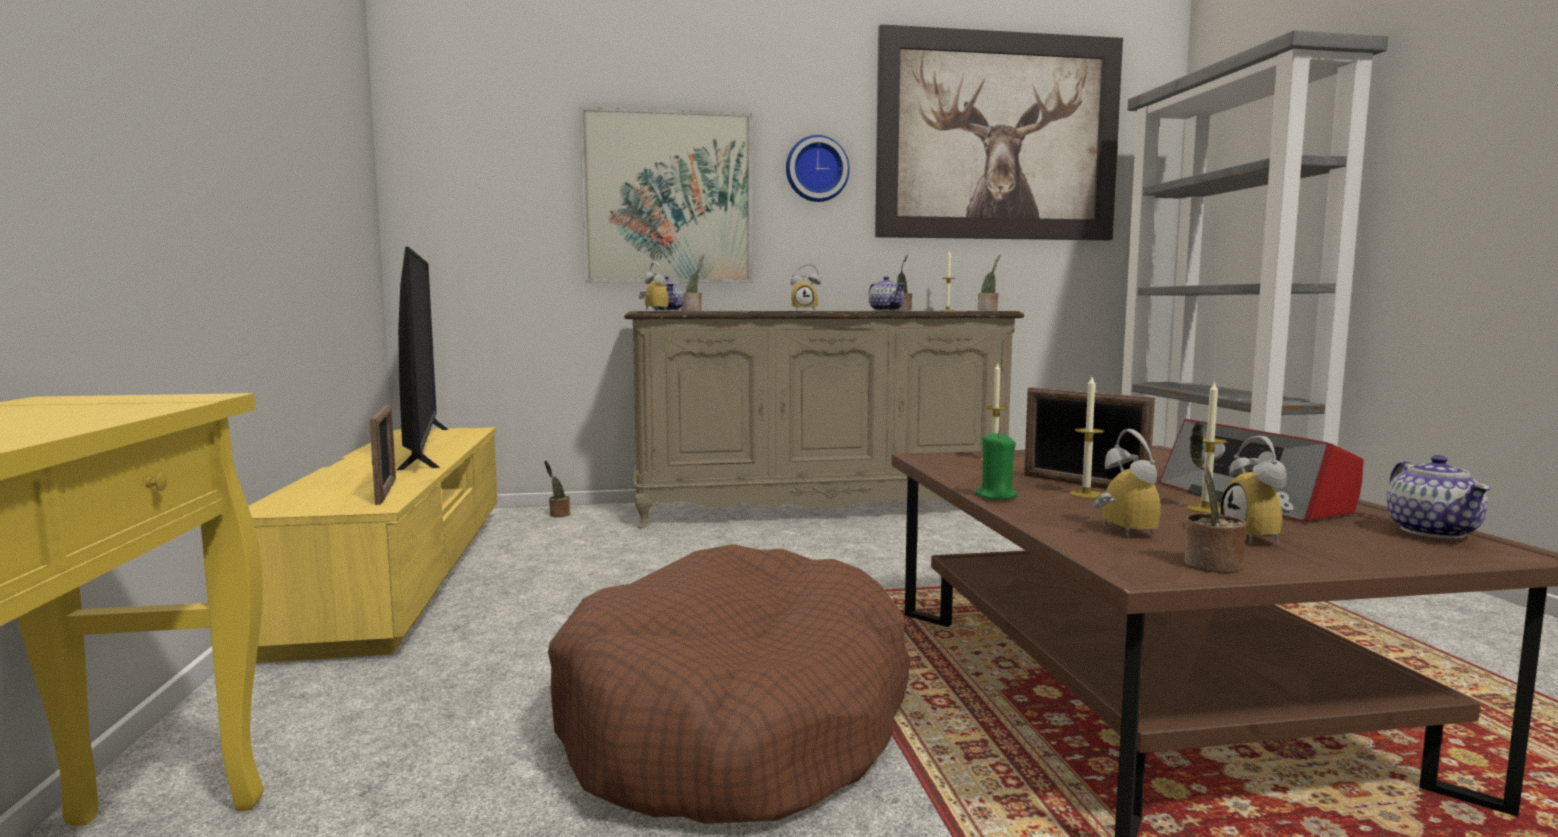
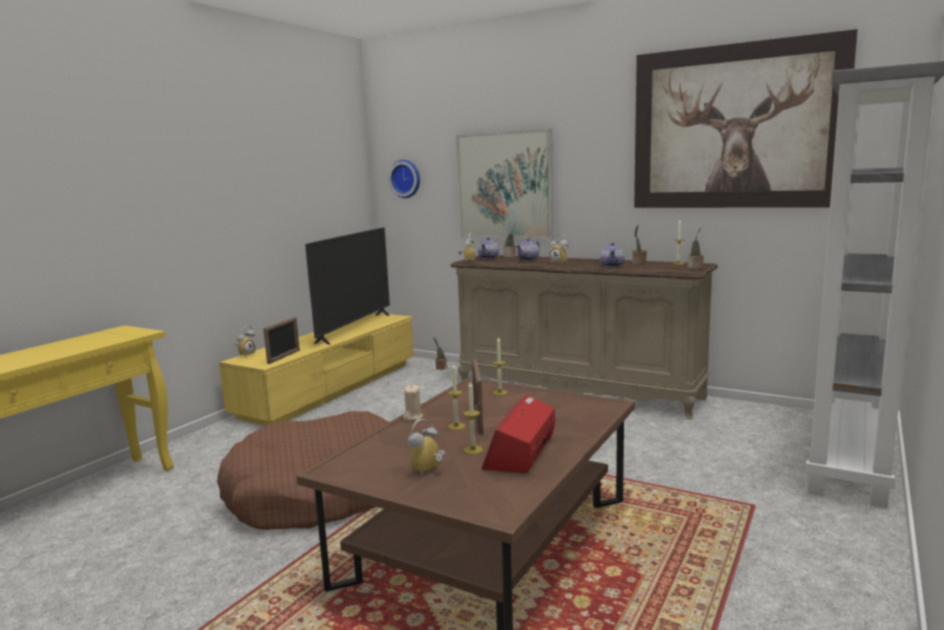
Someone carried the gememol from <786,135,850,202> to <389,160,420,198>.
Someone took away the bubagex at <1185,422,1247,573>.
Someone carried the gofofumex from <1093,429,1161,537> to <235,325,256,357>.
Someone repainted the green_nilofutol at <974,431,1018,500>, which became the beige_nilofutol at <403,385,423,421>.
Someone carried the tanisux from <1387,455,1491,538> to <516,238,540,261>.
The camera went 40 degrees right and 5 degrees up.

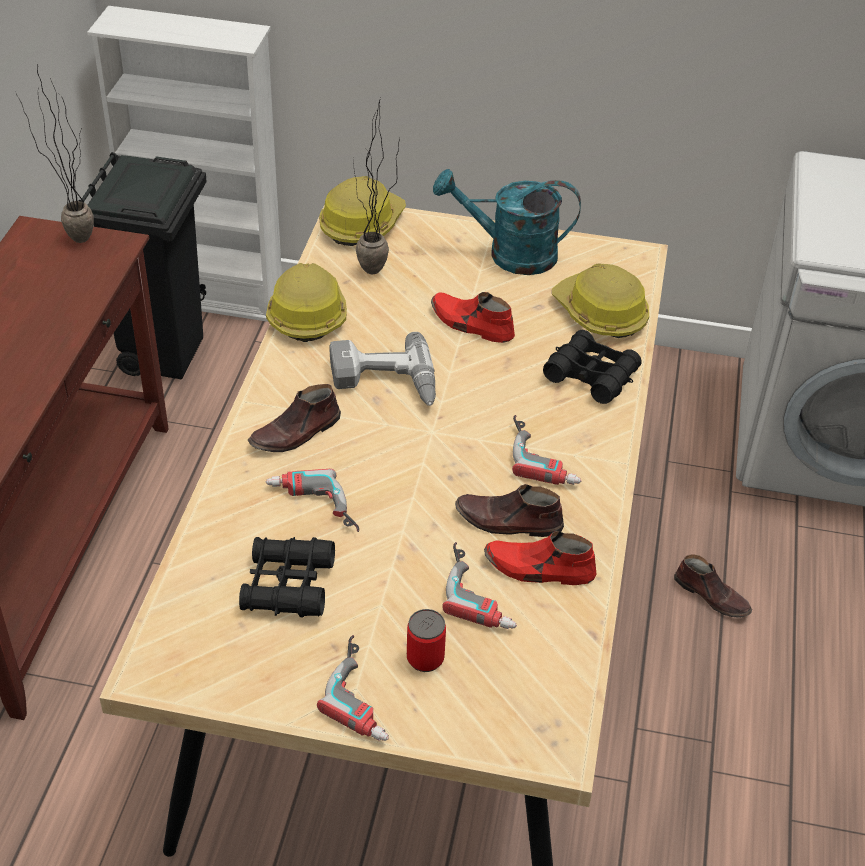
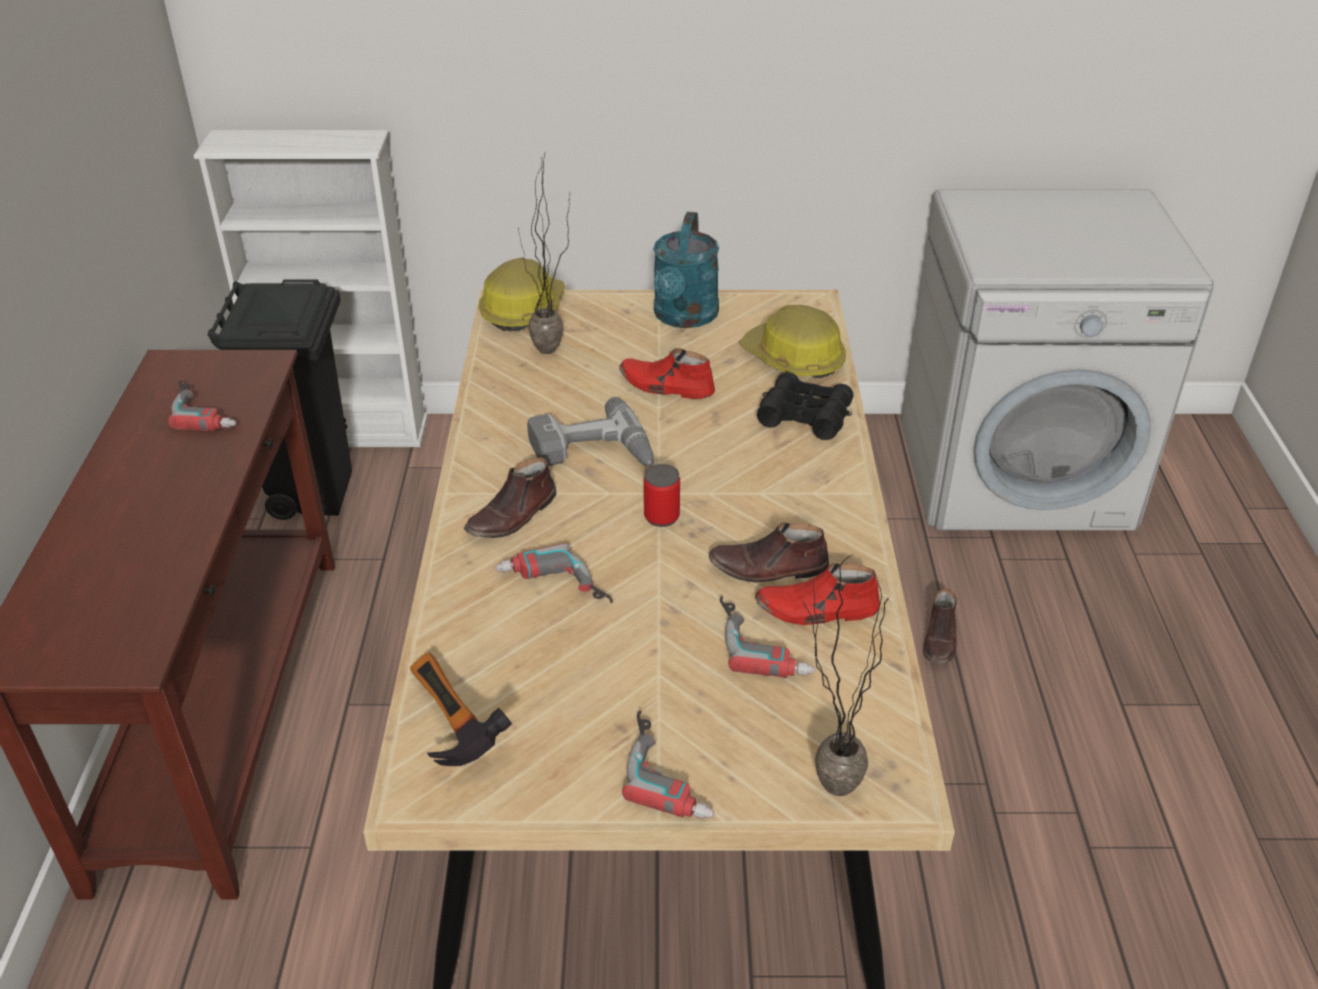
Someone carried the bubagex from <16,64,94,243> to <803,555,888,796>.
Someone rotated the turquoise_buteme at <433,169,581,275> by 75 degrees counterclockwise.
Someone took away the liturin at <266,263,347,342>.
Someone carried the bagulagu from <512,415,582,485> to <168,379,237,431>.
Someone took away the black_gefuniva at <239,537,335,617>.
Someone rotated the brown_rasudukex at <674,554,752,618> by 75 degrees clockwise.
Someone carried the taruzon from <407,609,446,672> to <644,464,680,527>.
Someone put down the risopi at <410,653,512,766>.
The camera went 10 degrees left and 5 degrees down.

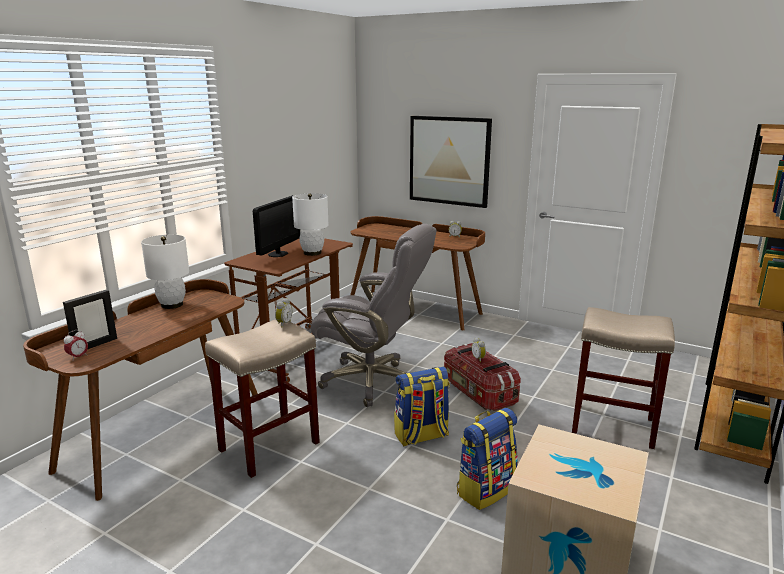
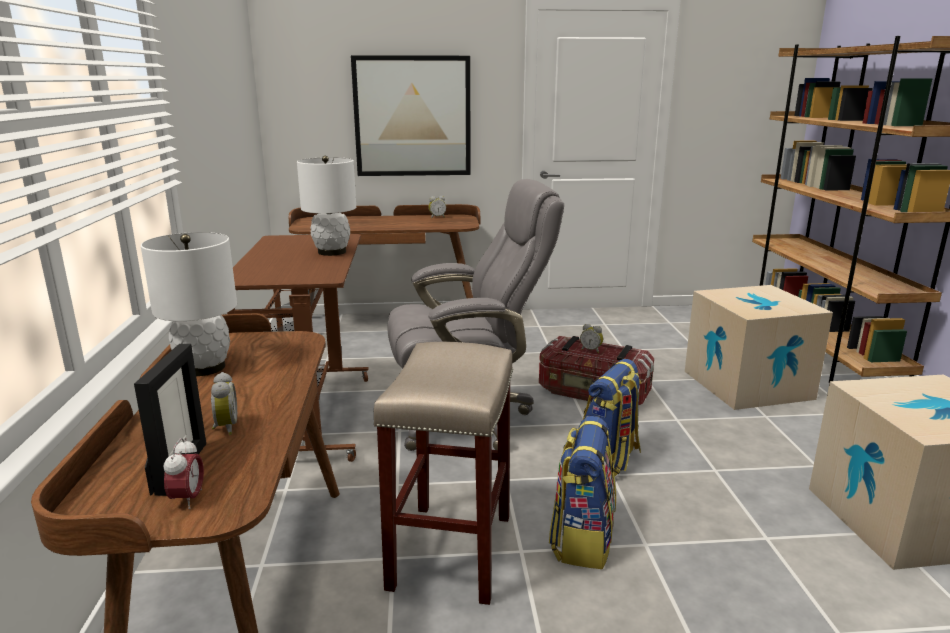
Someone took away the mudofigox at <253,195,300,257>.
Someone carried the gofofumex from <275,298,292,327> to <211,372,237,435>.
Someone swapped the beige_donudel at <572,307,675,449> for the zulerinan at <685,285,833,410>.
Someone carried the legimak from <457,408,518,510> to <549,416,616,569>.
The camera went 35 degrees left and 0 degrees up.

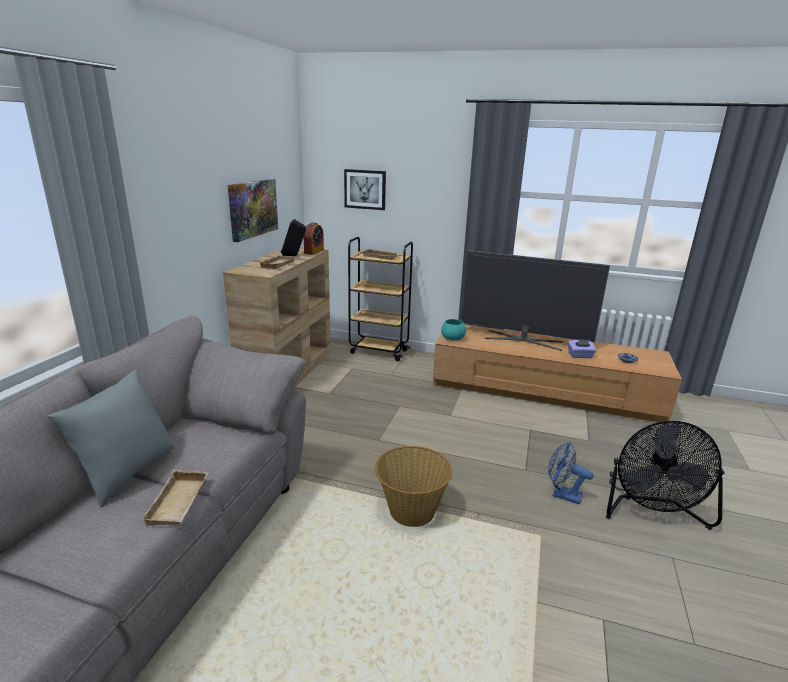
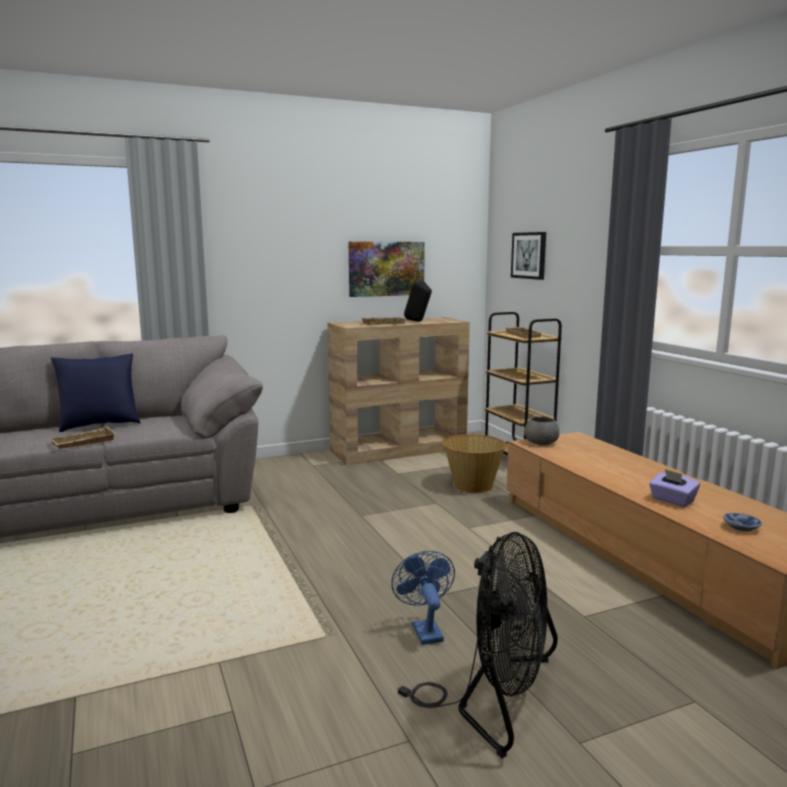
Someone took away the gofofumex at <304,222,324,255>.
Someone took away the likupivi at <461,250,610,351>.
Someone repainted the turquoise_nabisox at <441,319,466,341>, which became the grey_nabisox at <525,416,559,445>.
Someone repainted the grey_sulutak at <48,370,175,508>, which became the blue_sulutak at <51,354,141,432>.
Someone rotated the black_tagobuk at <606,420,725,530> by 120 degrees counterclockwise.
Someone carried the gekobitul from <375,446,452,527> to <442,434,506,493>.
The camera went 50 degrees right and 10 degrees down.

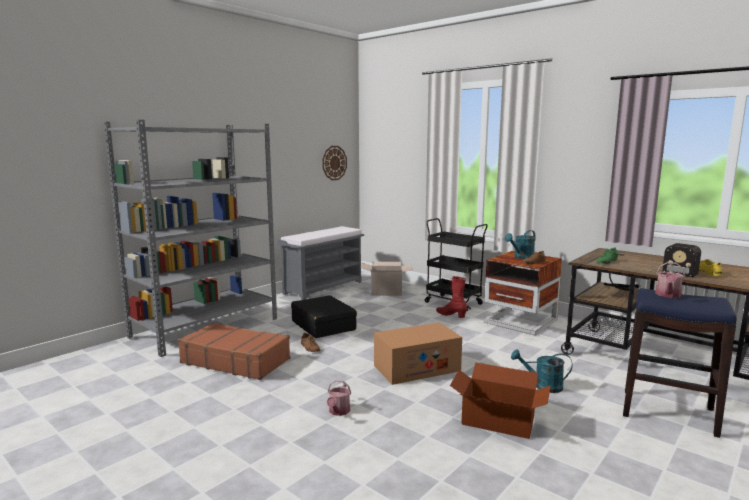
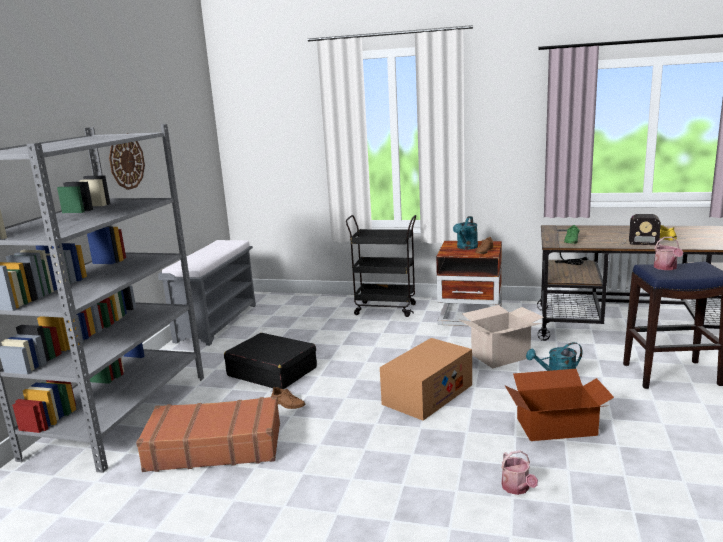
Someone carried the gememol from <322,146,347,180> to <109,133,145,190>.
Someone carried the zulerinan from <361,262,413,296> to <460,305,544,368>.
Someone took away the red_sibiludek at <436,276,467,318>.
Someone carried the buteme from <326,380,351,416> to <501,450,538,495>.
The camera went 25 degrees left and 5 degrees up.

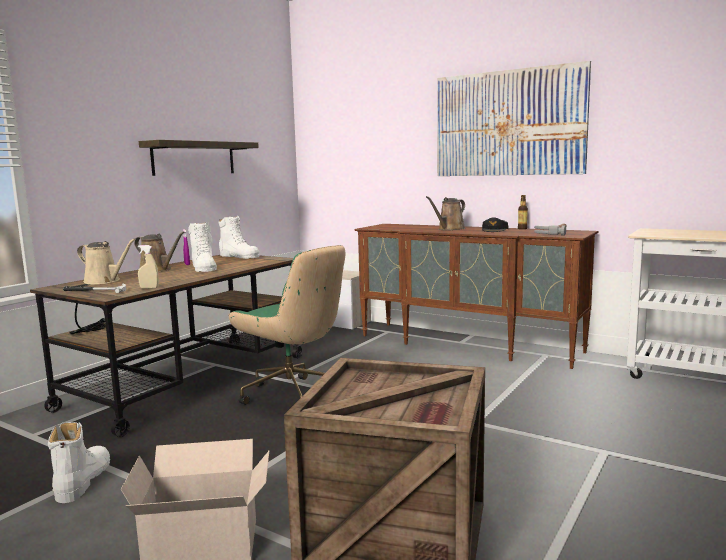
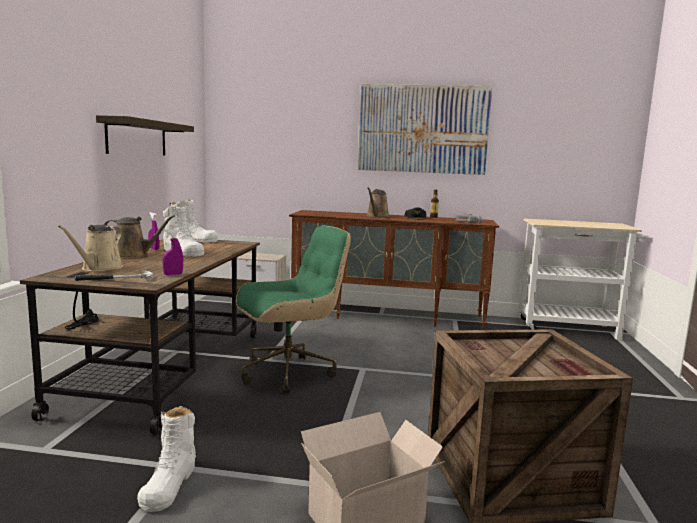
Someone rotated the beige_buteme at <77,239,136,284> by 105 degrees clockwise.
Someone repainted the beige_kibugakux at <138,245,159,289>, which became the purple_kibugakux at <162,229,183,275>.
Someone rotated the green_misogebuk at <229,245,345,405> by 45 degrees counterclockwise.
Someone rotated the white_sibiludek at <48,422,110,503> by 150 degrees counterclockwise.
The camera went 25 degrees left and 0 degrees up.

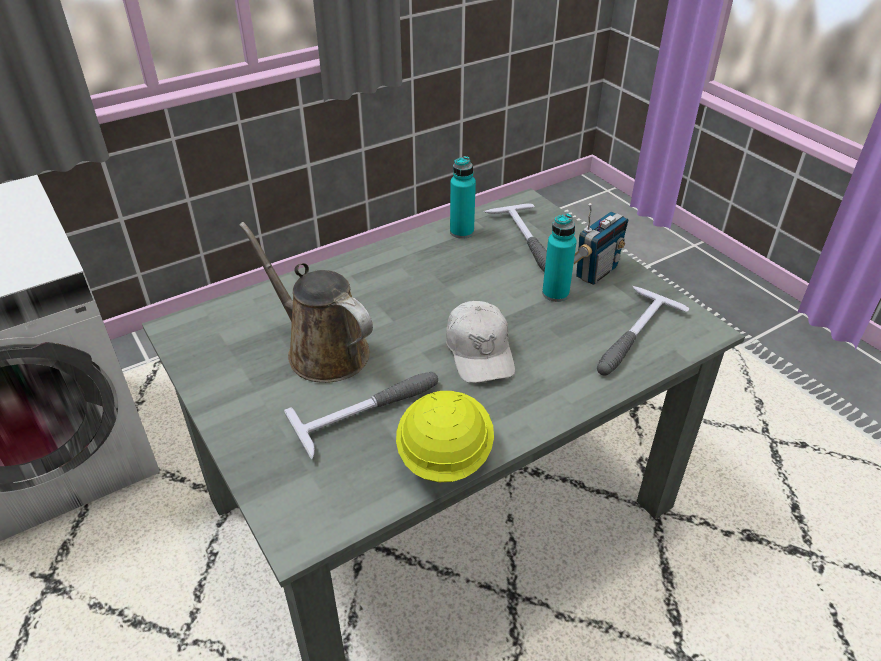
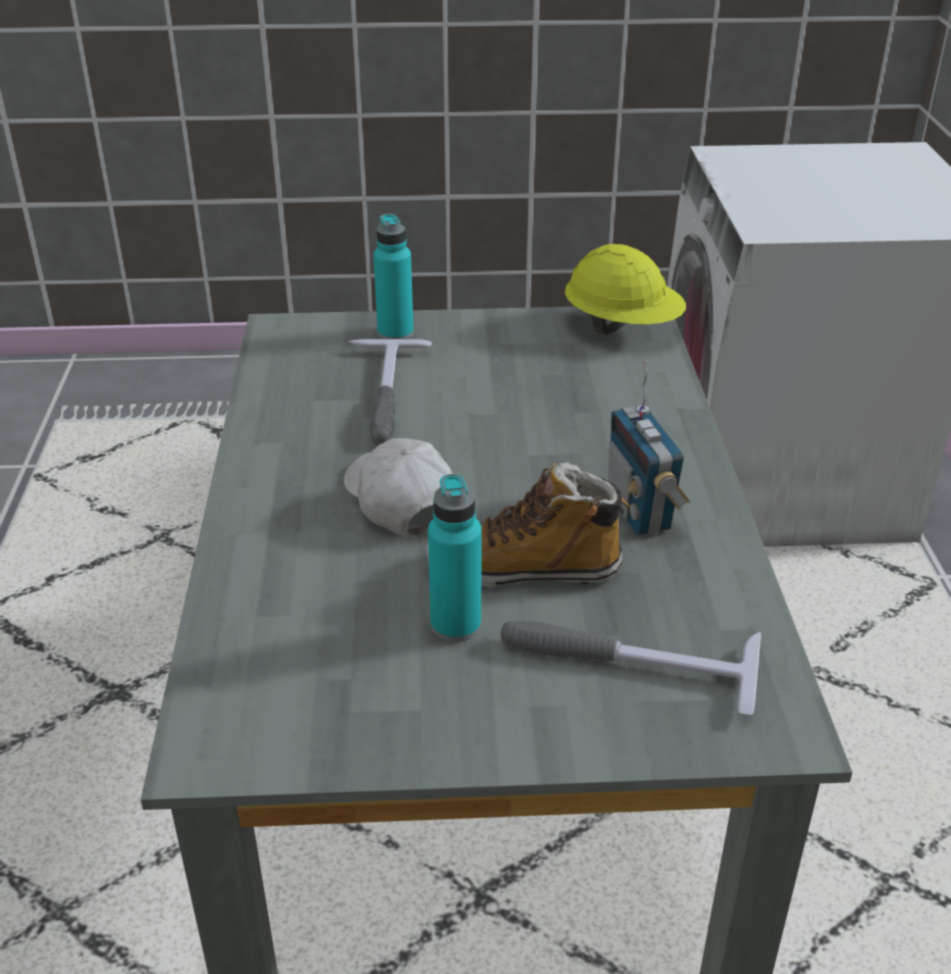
Someone carried the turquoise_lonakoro from <450,156,476,239> to <374,214,414,339>.
Someone carried the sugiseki from <574,203,628,285> to <608,360,690,535>.
Someone took away the brown_buteme at <239,222,373,383>.
Someone took away the risopi at <597,286,690,376>.
Someone rotated the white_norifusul at <446,301,515,383> by 45 degrees clockwise.
Someone carried the yellow_liturin from <396,391,494,482> to <565,244,686,334>.
Someone put down the sibiludek at <427,462,630,587>.
The camera went 120 degrees right and 5 degrees down.

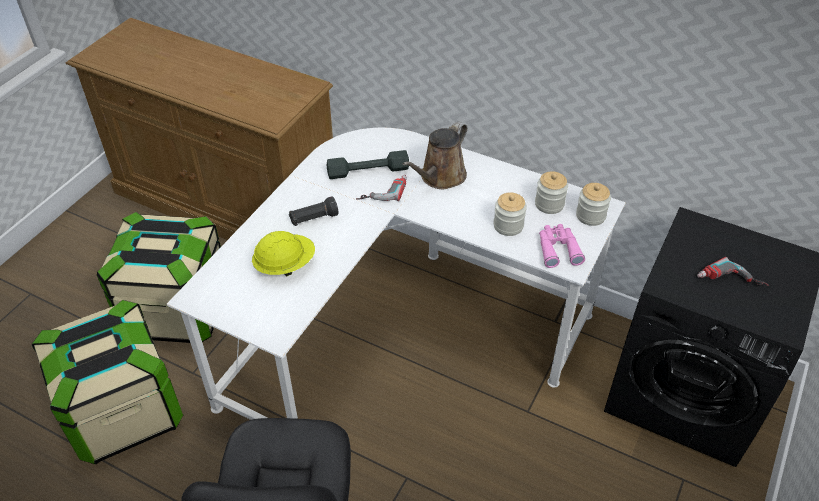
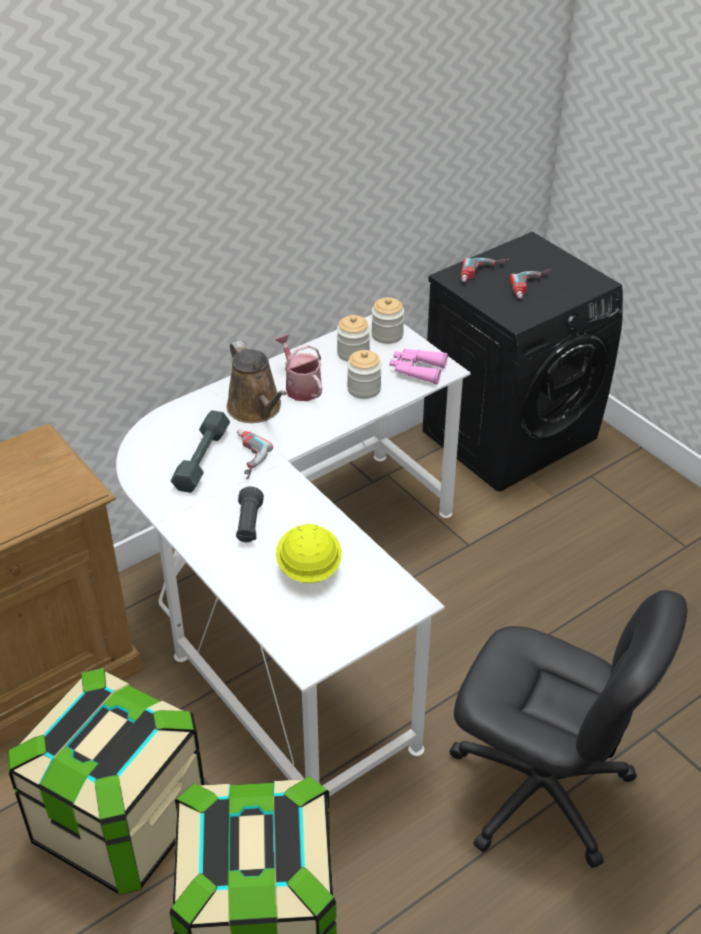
Someone put down the bagulagu at <461,258,509,282>.
Someone put down the buteme at <275,334,322,401>.
The camera went 65 degrees left and 5 degrees down.

